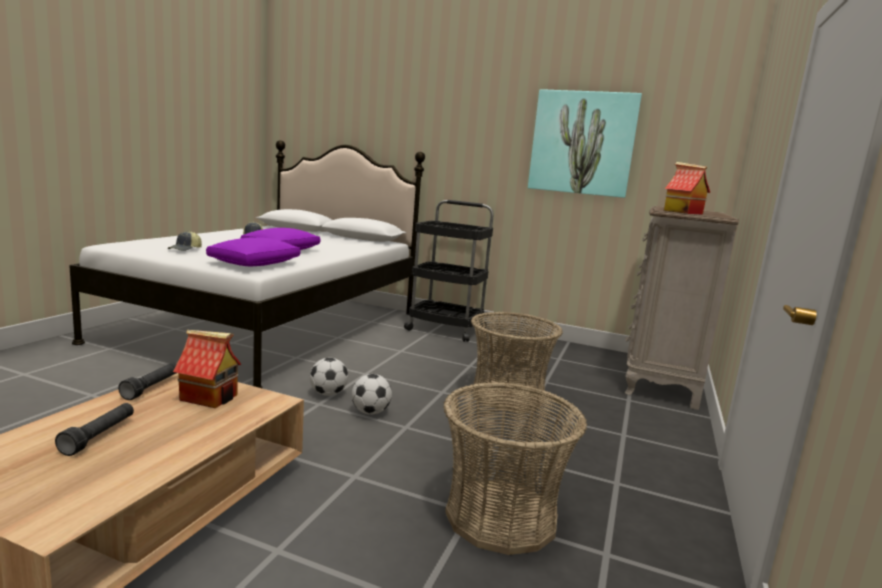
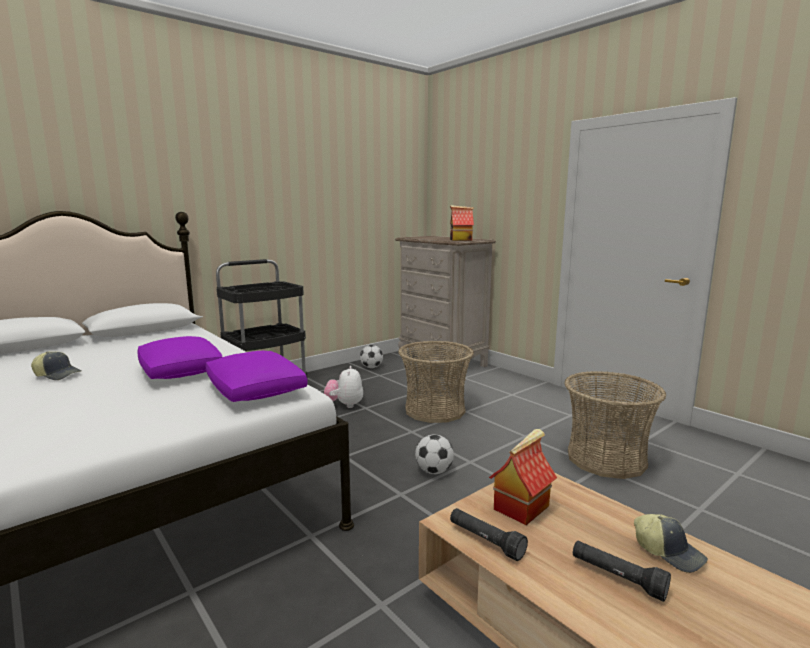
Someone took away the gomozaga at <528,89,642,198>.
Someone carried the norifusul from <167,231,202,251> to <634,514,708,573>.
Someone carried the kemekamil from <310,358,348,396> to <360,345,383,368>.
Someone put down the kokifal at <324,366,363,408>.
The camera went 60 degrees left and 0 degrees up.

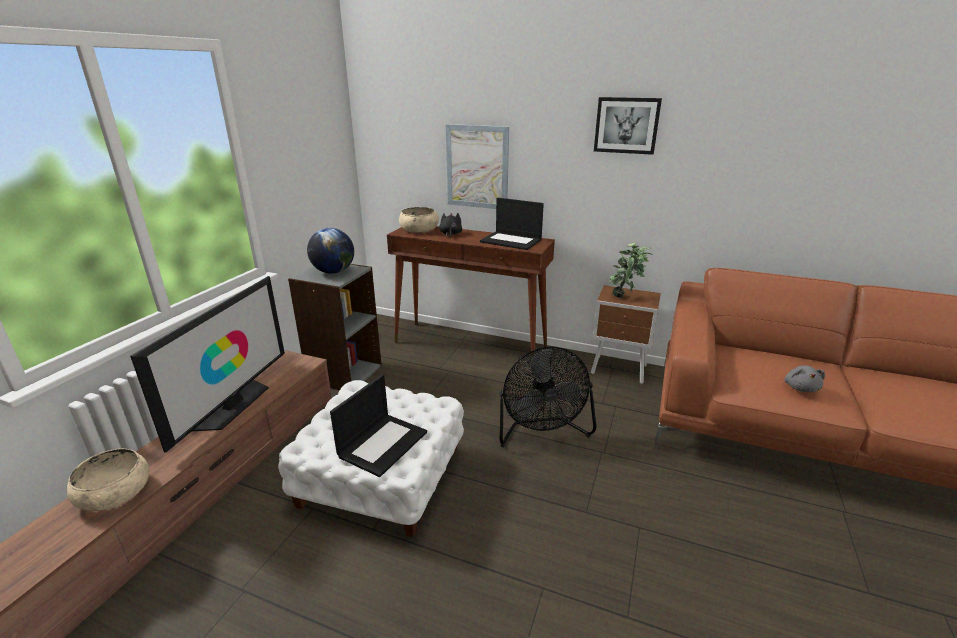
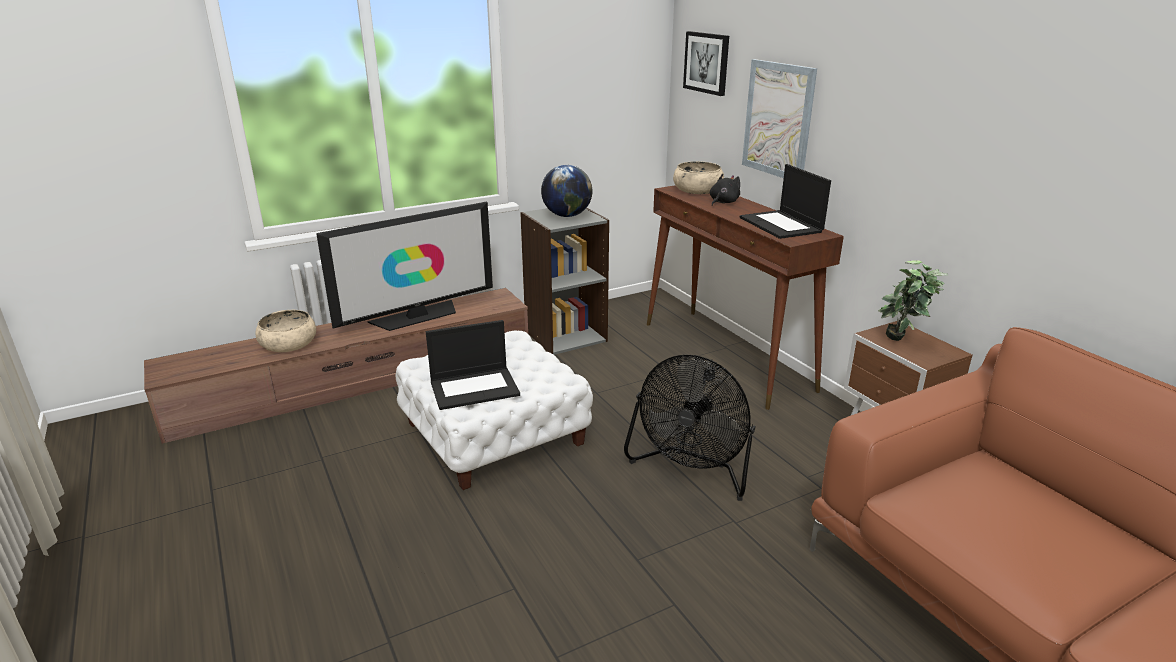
Someone carried the gomozaga from <594,97,662,155> to <683,31,729,96>.
Someone took away the grey_kokifal at <785,365,825,392>.
The camera went 40 degrees right and 0 degrees up.

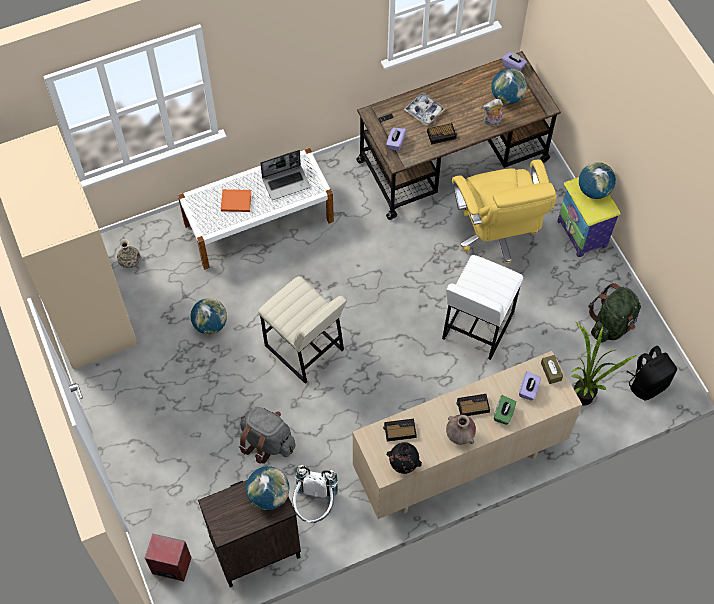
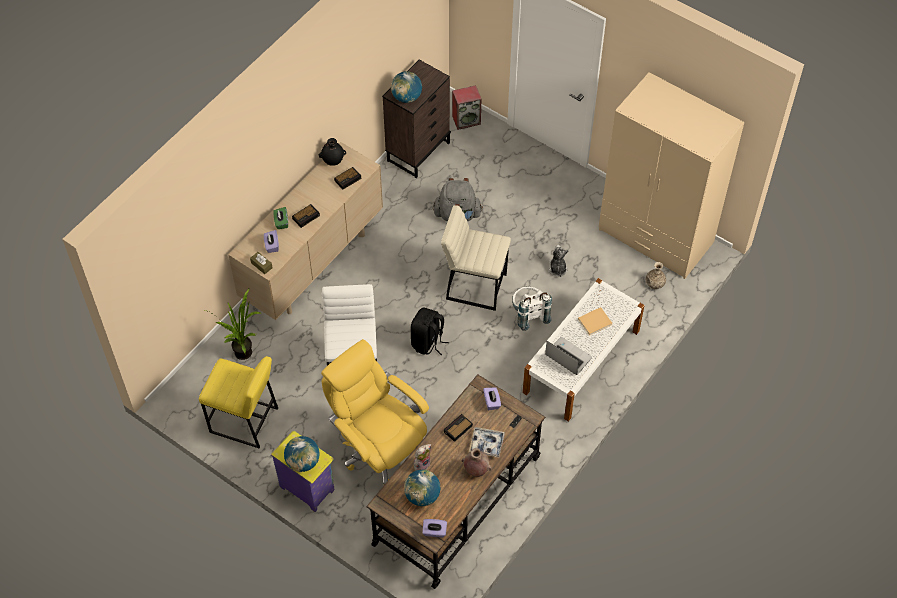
Someone rotated the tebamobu at <260,150,310,200> by 90 degrees clockwise.
Someone repainted the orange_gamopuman at <221,189,252,212>, which became the beige_gamopuman at <578,307,612,336>.
Someone swapped the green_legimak at <588,283,641,343> for the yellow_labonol at <199,356,278,448>.
Someone swapped the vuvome at <191,298,227,335> for the kokifal at <548,245,569,277>.
Someone carried the black_legimak from <627,346,677,401> to <411,308,449,355>.
Someone carried the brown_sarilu from <446,414,476,445> to <462,448,491,477>.
Someone carried the white_legimak from <293,465,338,523> to <512,287,552,331>.
The camera went 150 degrees right and 5 degrees down.

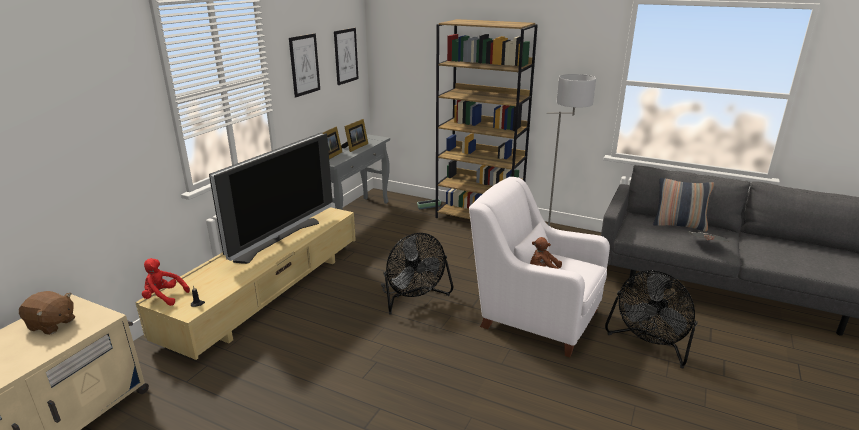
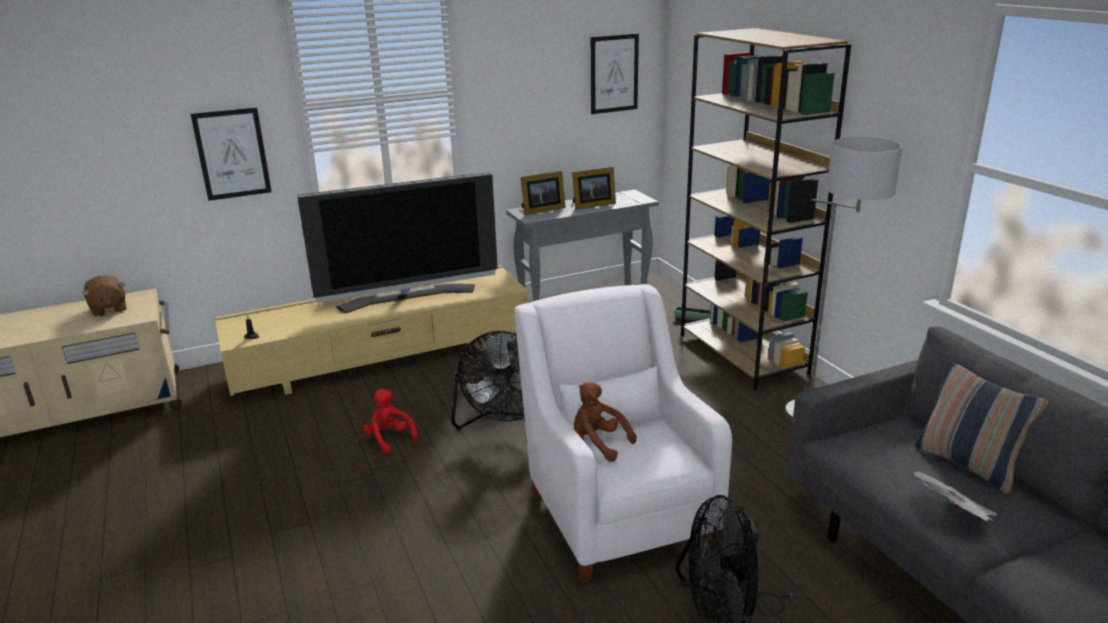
Someone carried the gomozaga from <289,33,320,97> to <191,107,272,201>.
Someone carried the red_kokifal from <142,258,190,306> to <362,389,418,454>.
The camera went 40 degrees right and 0 degrees up.

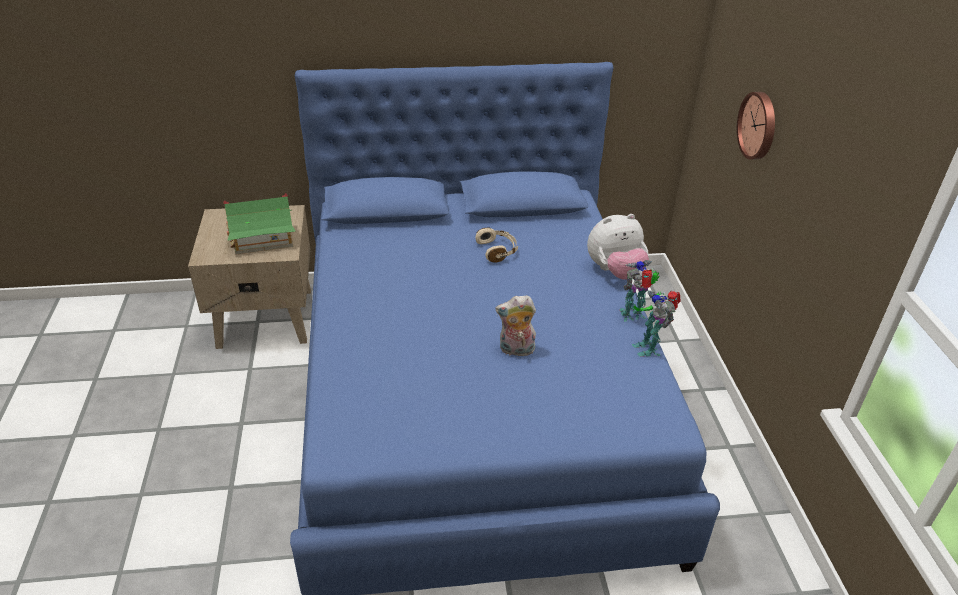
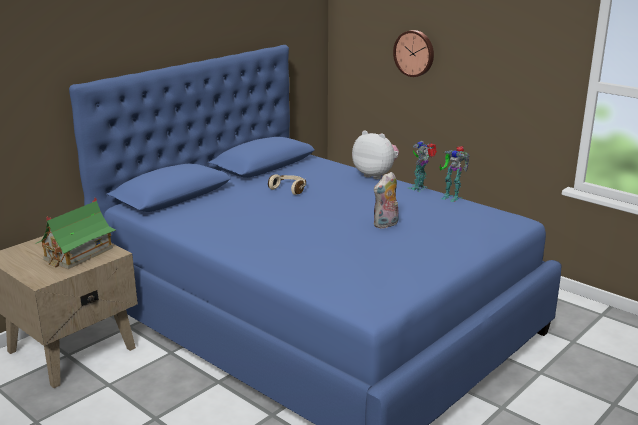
Someone rotated the kokifal at <587,214,649,280> by 90 degrees counterclockwise.
The camera went 40 degrees left and 15 degrees down.

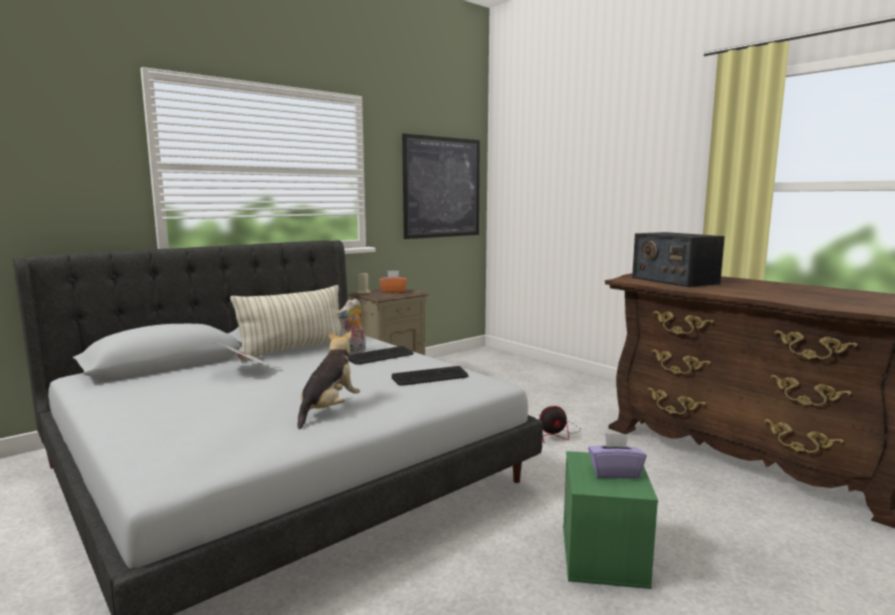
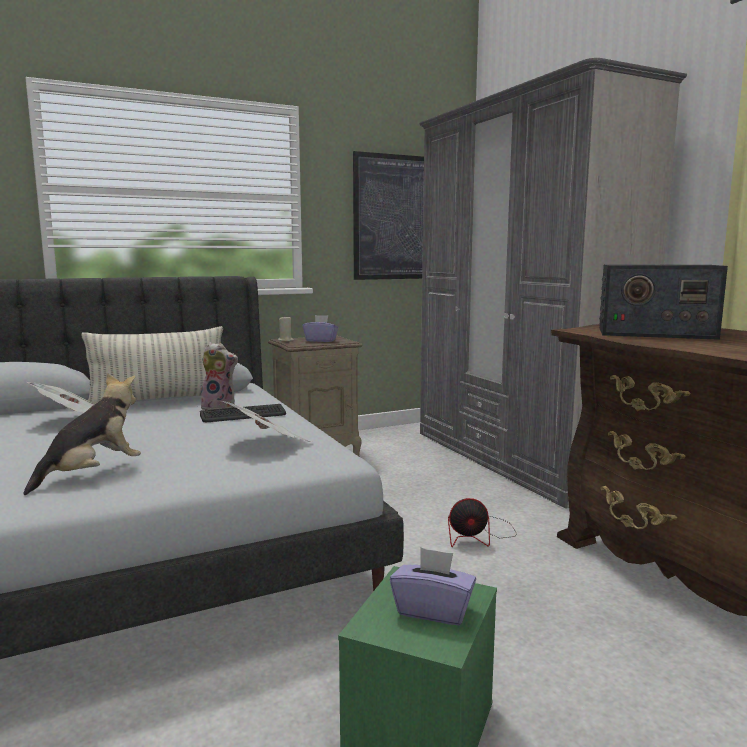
Someone rotated the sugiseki at <632,232,725,287> by 60 degrees counterclockwise.
Someone repainted the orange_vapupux at <379,271,407,293>, which became the purple_vapupux at <303,315,339,342>.
Someone rotated the kokifal at <337,298,366,355> by 135 degrees counterclockwise.
Someone swapped the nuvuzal at <392,366,468,386> for the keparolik at <222,401,314,442>.
Someone put down the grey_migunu at <419,58,687,508>.
The camera went 15 degrees right and 0 degrees up.

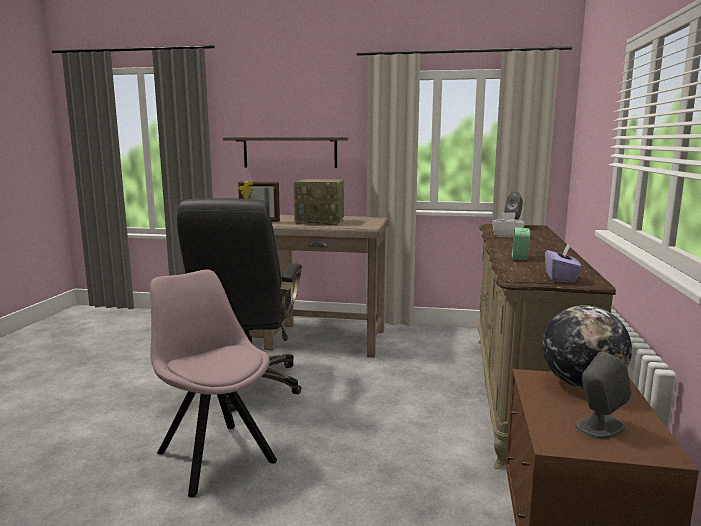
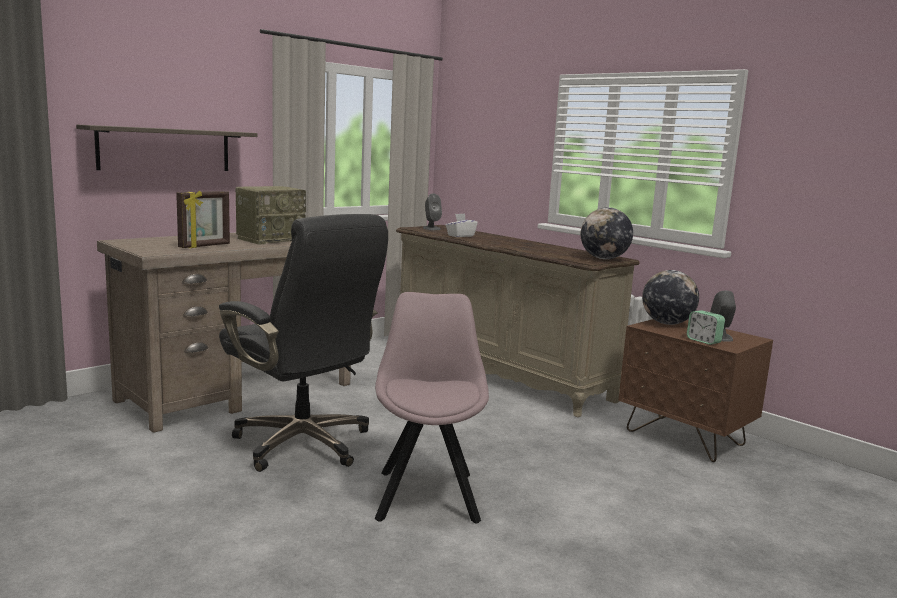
Someone carried the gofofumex from <512,227,530,260> to <687,310,725,345>.
Someone swapped the purple_vapupux at <545,244,581,283> for the vuvome at <580,207,633,259>.
Someone rotated the pink_labonol at <150,270,277,498> by 90 degrees clockwise.
The camera went 55 degrees left and 0 degrees up.

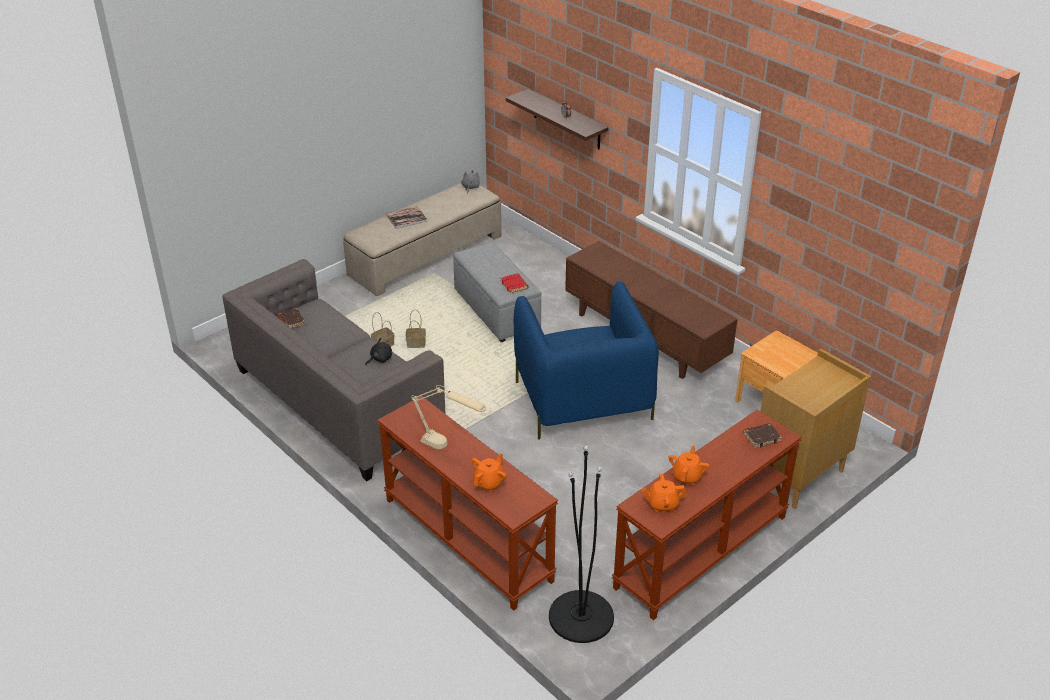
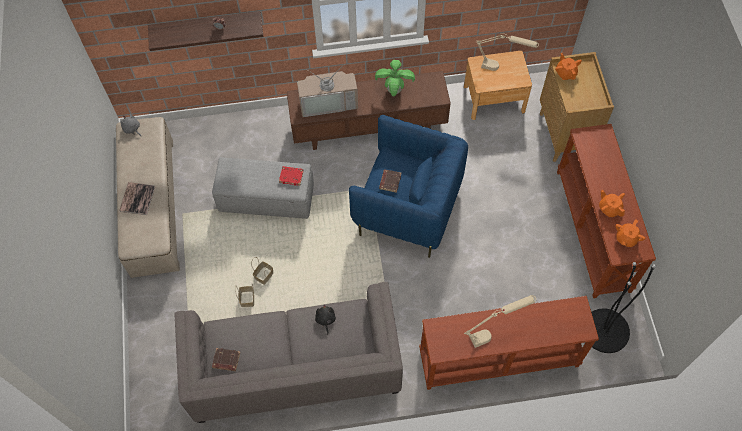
Someone carried the brown_gamopuman from <743,423,782,448> to <379,169,401,193>.
Someone carried the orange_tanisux from <472,453,506,492> to <555,53,582,80>.
Someone put down the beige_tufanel at <476,35,539,71>.
Someone put down the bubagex at <375,60,415,96>.
Someone put down the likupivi at <297,69,358,117>.
The camera went 55 degrees left and 25 degrees up.

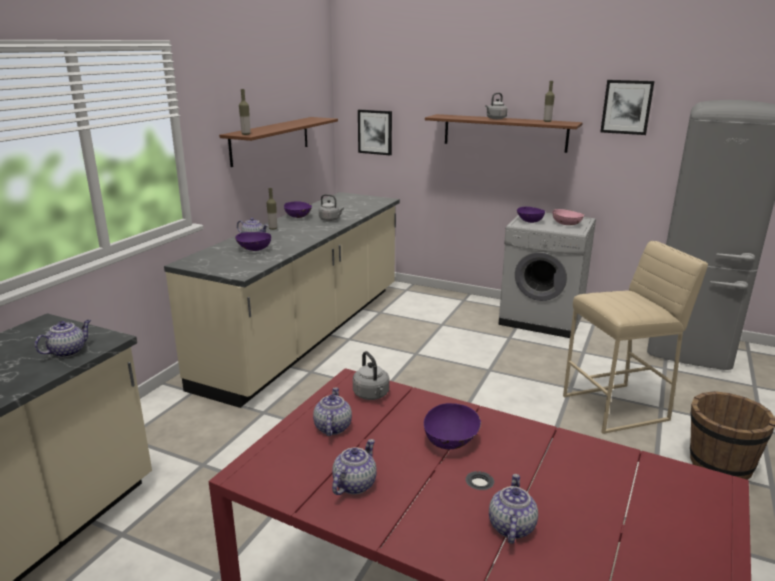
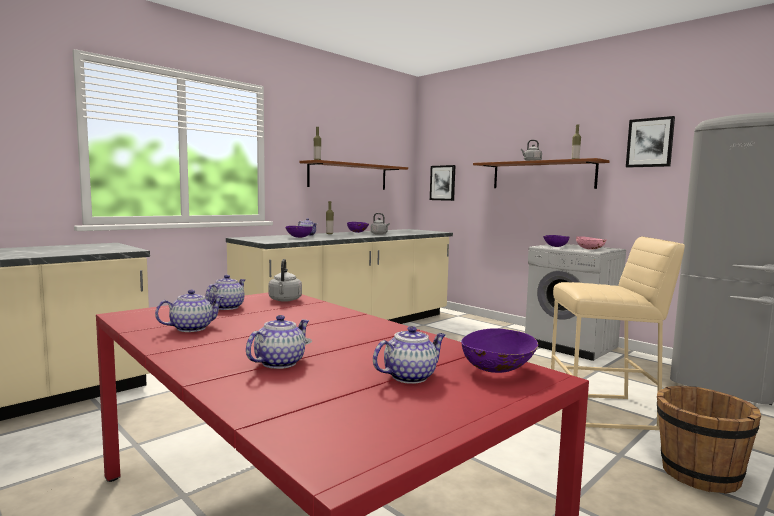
Someone carried the tanisux from <34,320,91,358> to <373,326,445,384>.
Someone carried the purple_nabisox from <424,403,481,449> to <461,328,538,373>.
The camera went 20 degrees right and 15 degrees down.

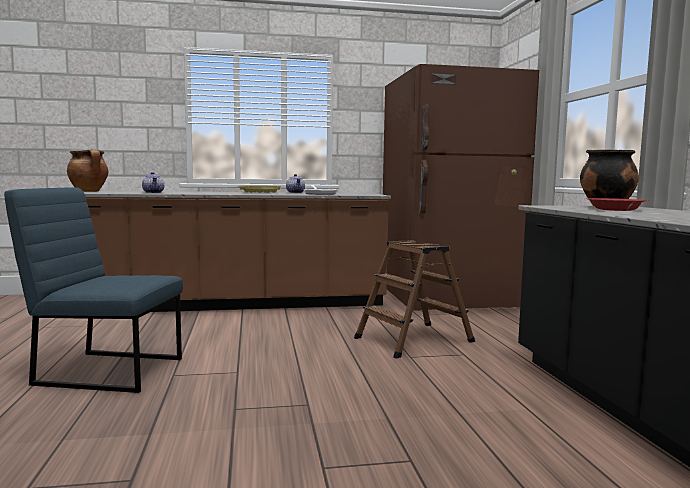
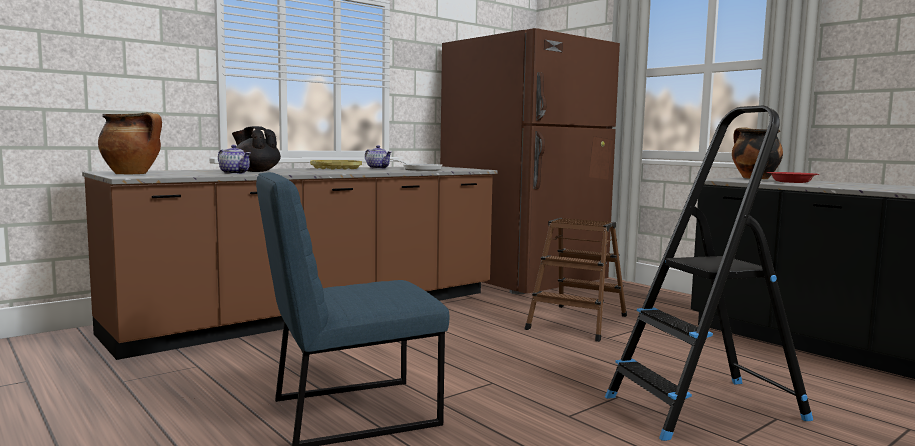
Someone put down the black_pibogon at <605,106,813,441>.
Someone put down the black_tanisux at <232,126,281,172>.
The camera went 30 degrees left and 0 degrees up.

